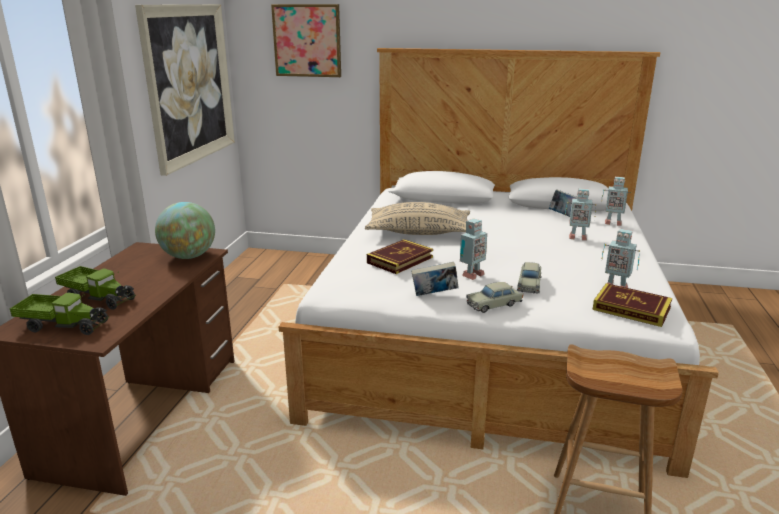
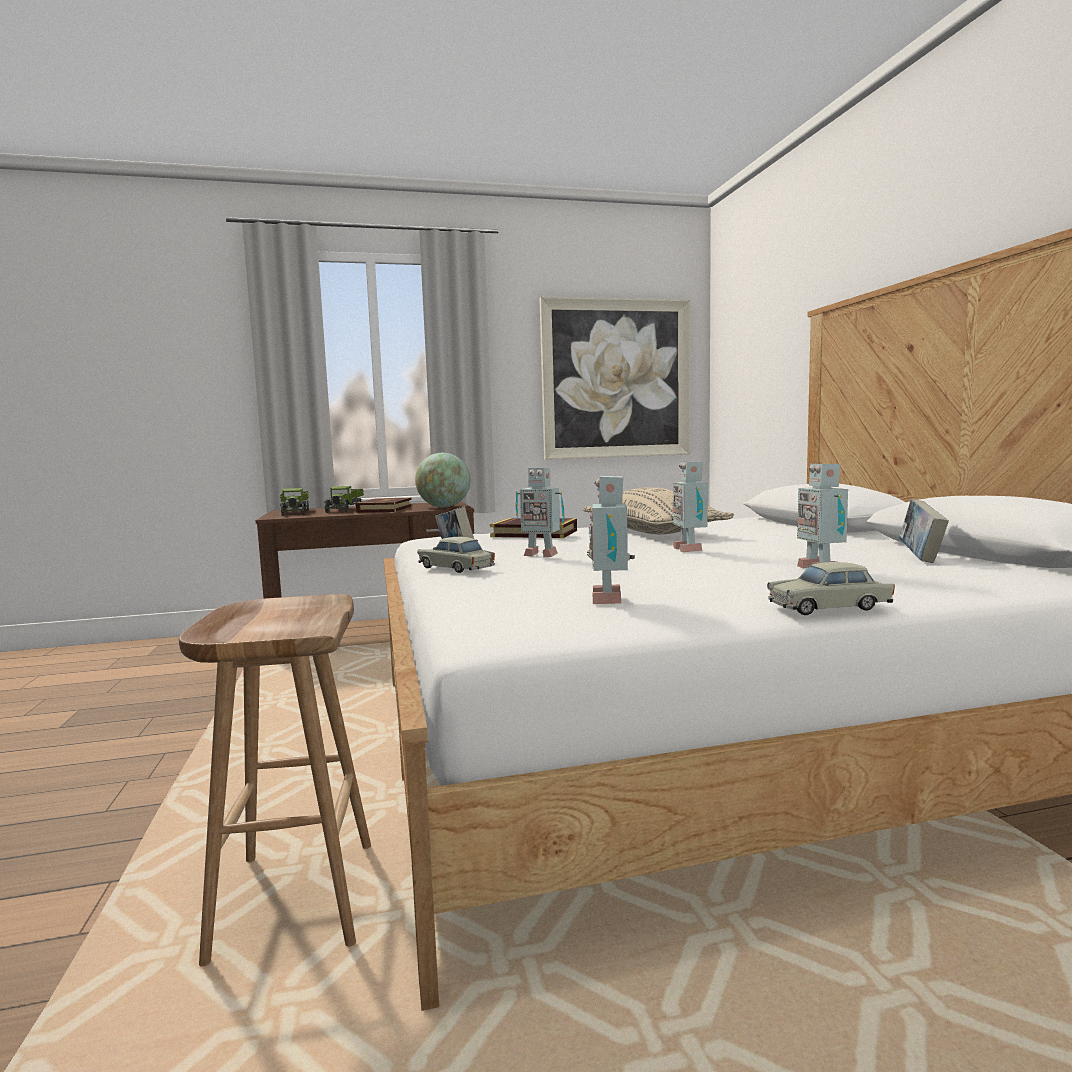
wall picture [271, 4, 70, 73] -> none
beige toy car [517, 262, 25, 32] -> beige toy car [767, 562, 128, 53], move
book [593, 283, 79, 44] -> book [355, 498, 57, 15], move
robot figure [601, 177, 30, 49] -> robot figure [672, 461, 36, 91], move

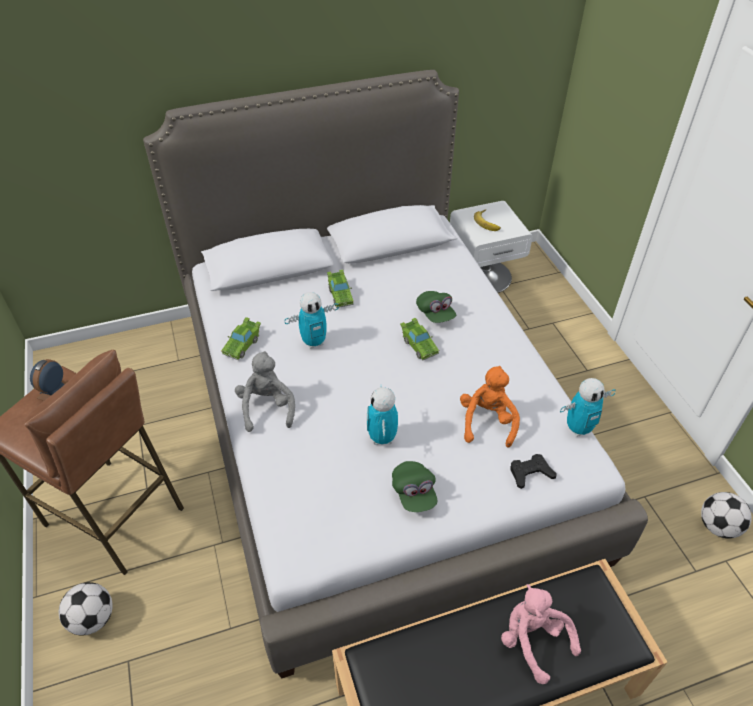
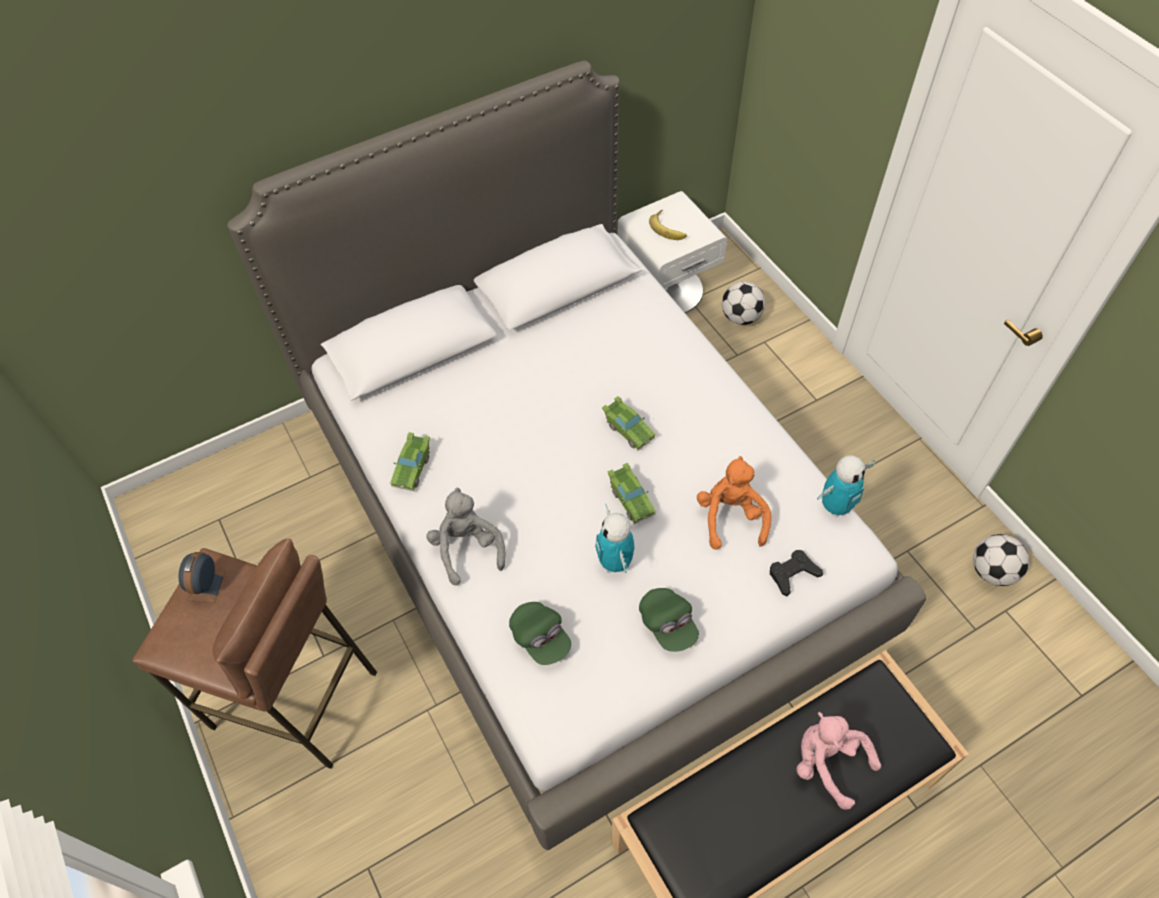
robot figure [285, 292, 54, 57] -> none
football ball [59, 582, 54, 53] -> football ball [722, 281, 43, 44], move
green-coloured toy car [327, 270, 27, 38] -> green-coloured toy car [607, 463, 49, 61], move
green-coloured peaked cap [416, 291, 40, 32] -> green-coloured peaked cap [509, 602, 62, 63], move

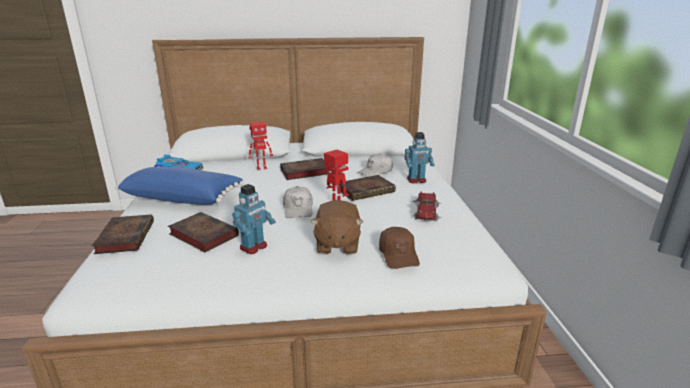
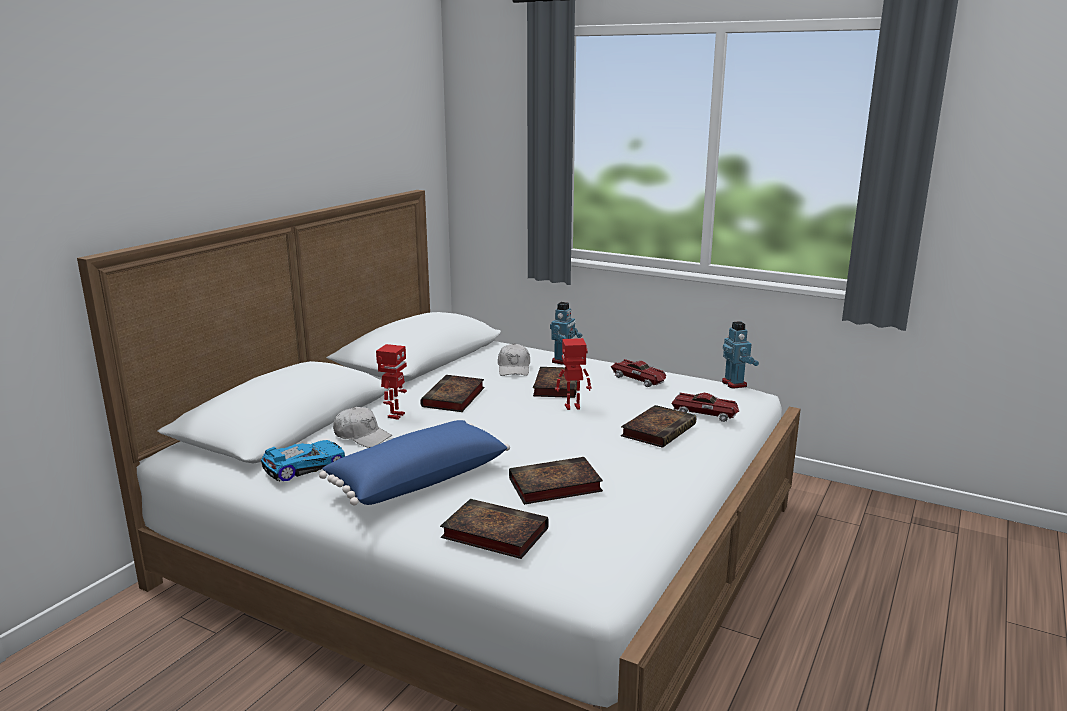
robot figure [232, 184, 43, 70] -> robot figure [722, 321, 37, 68], move
white peaked cap [283, 186, 30, 32] -> white peaked cap [333, 407, 60, 41], move
brown-coloured cuddly toy [310, 200, 53, 55] -> book [621, 405, 75, 43]
brown-coloured peaked cap [379, 227, 41, 42] -> toy car [671, 393, 68, 29]

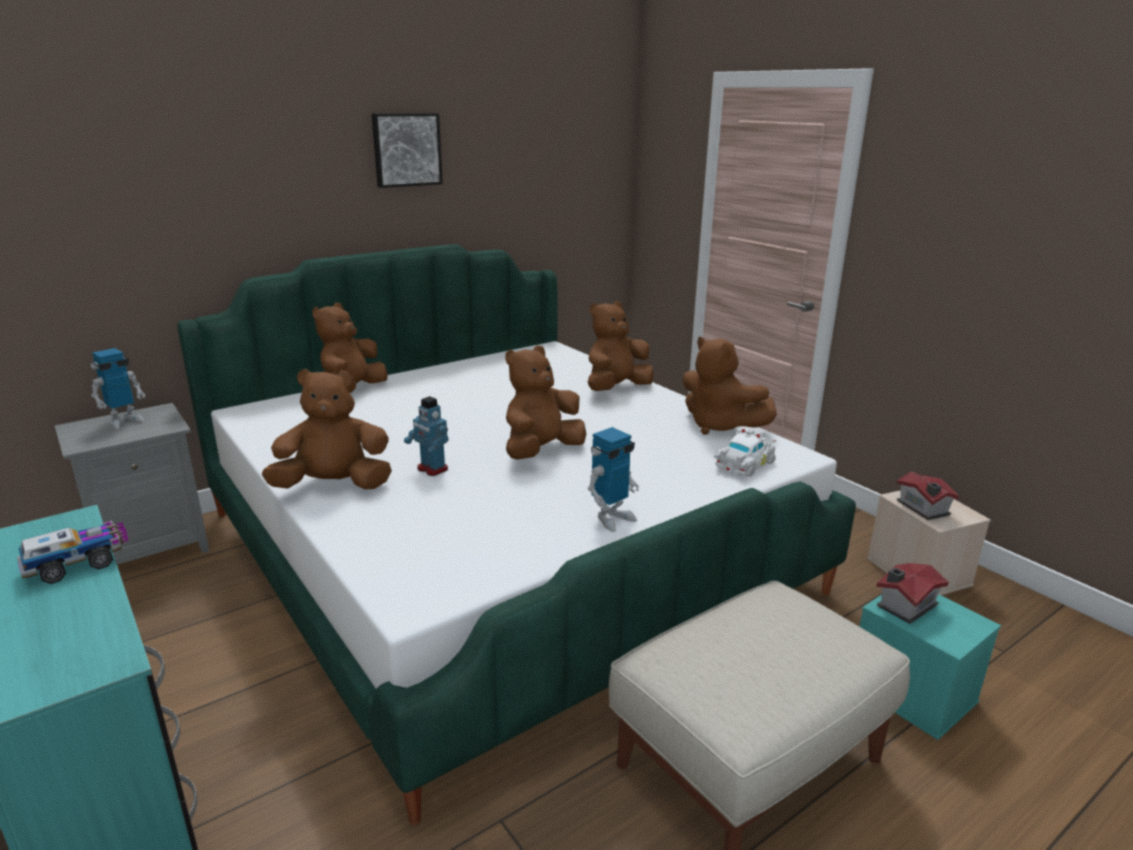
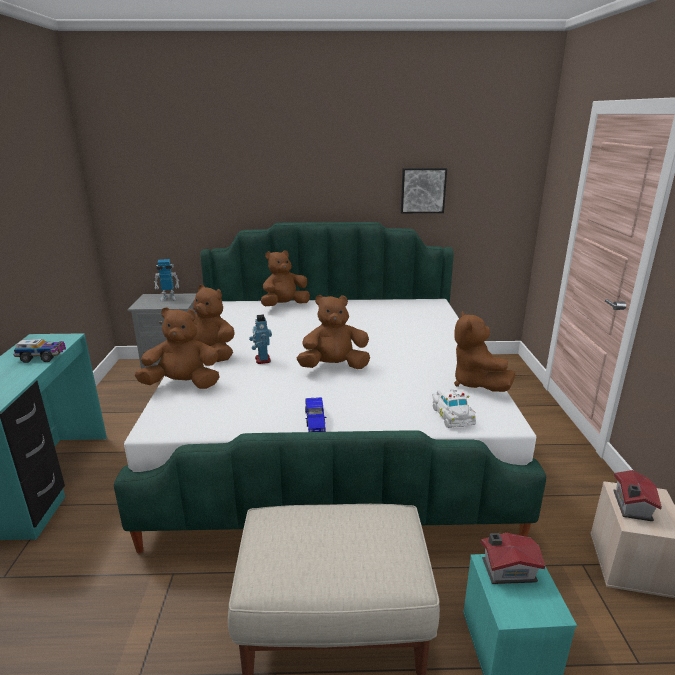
wall picture [372, 113, 71, 75] -> wall picture [401, 168, 46, 45], move
brown-coloured cuddly toy [588, 301, 66, 90] -> brown-coloured cuddly toy [135, 307, 85, 82], move
robot figure [588, 427, 51, 105] -> blue-coloured toy car [305, 397, 21, 35]
white toy car [714, 429, 62, 47] -> white toy car [432, 389, 44, 39], 90 degrees clockwise

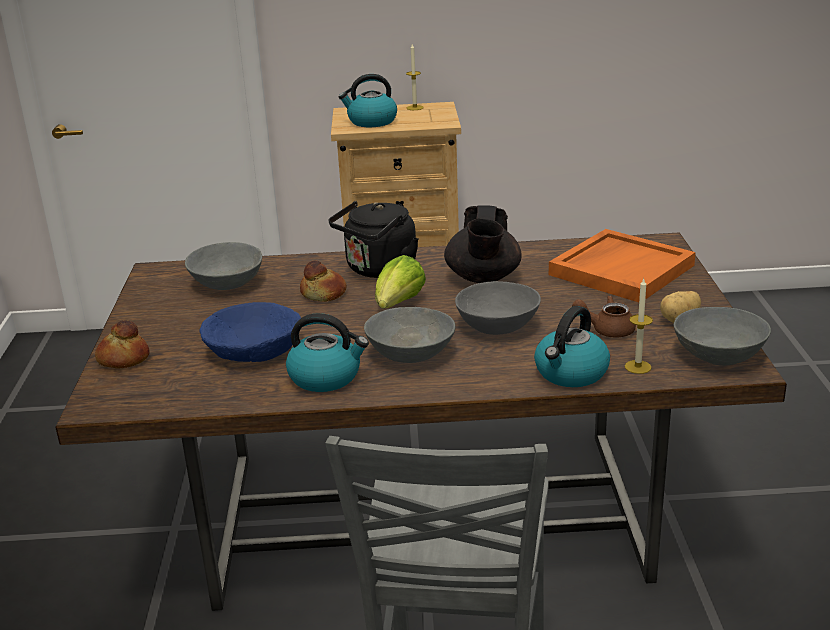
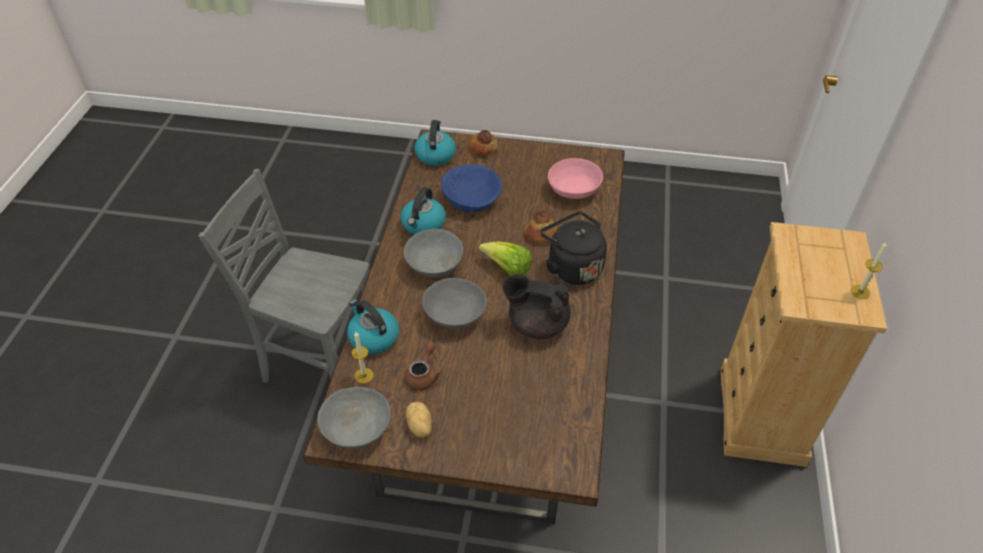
orangey carrying tray [549, 229, 147, 73] -> none
tea kettle [338, 74, 59, 53] -> tea kettle [415, 120, 41, 46], move
grey bowl [185, 242, 77, 48] -> pink bowl [548, 158, 55, 41]

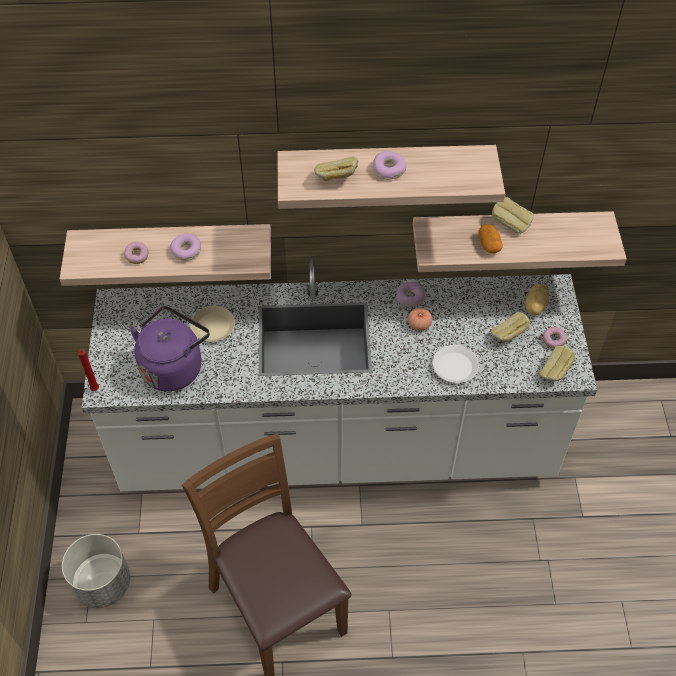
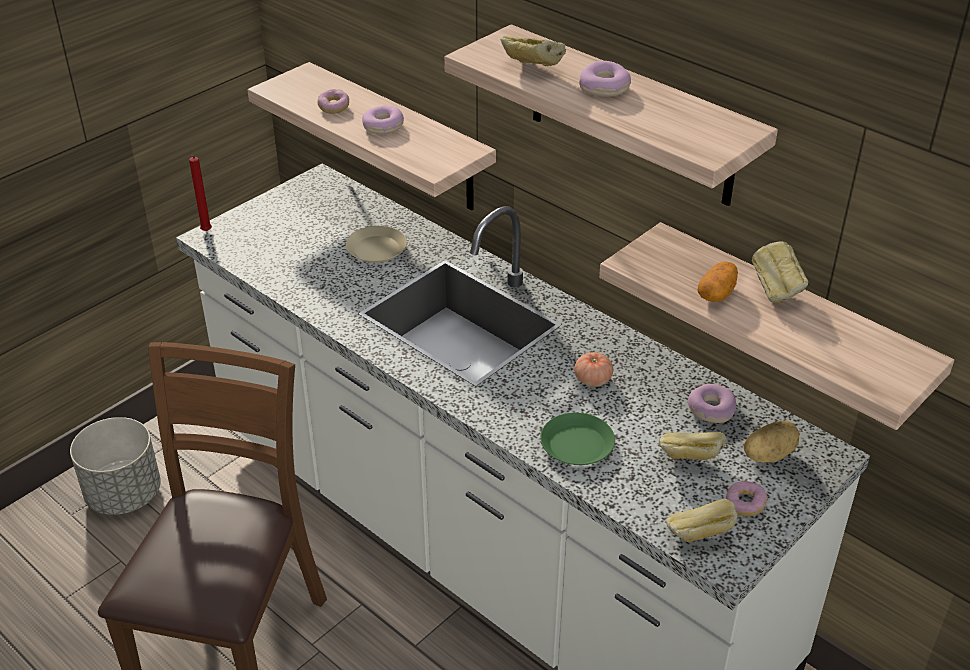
purple tea kettle [129, 306, 81, 85] -> none
donut [397, 281, 29, 26] -> donut [688, 384, 48, 39], move
white plate [433, 345, 46, 38] -> green-coloured plate [540, 413, 75, 52]

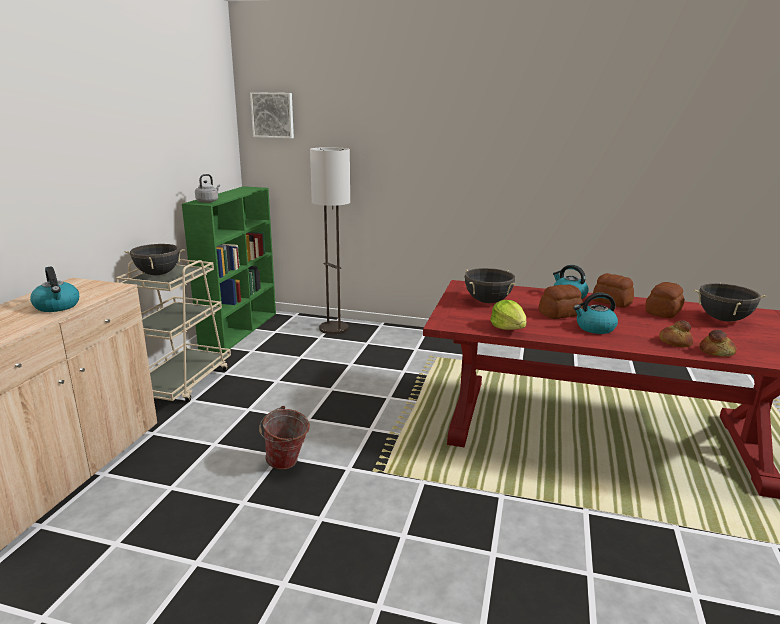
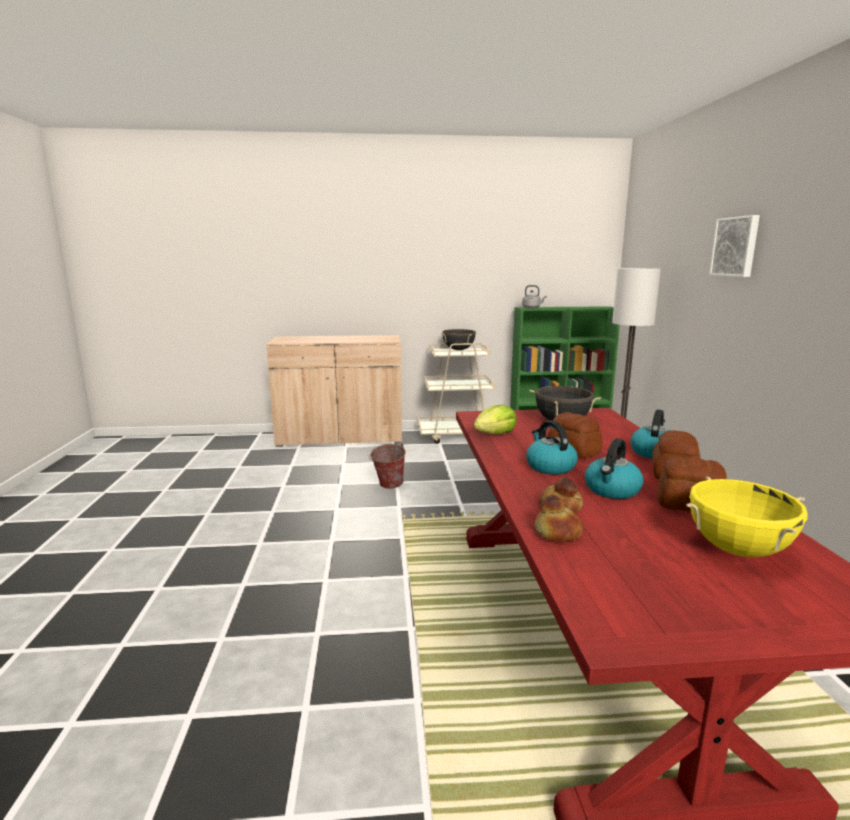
tea kettle [30, 266, 49, 46] -> tea kettle [585, 438, 59, 61], move
wall picture [250, 92, 44, 47] -> wall picture [709, 215, 51, 62], move
blackish saucepot [693, 283, 74, 38] -> yellowish saucepot [686, 477, 122, 80]

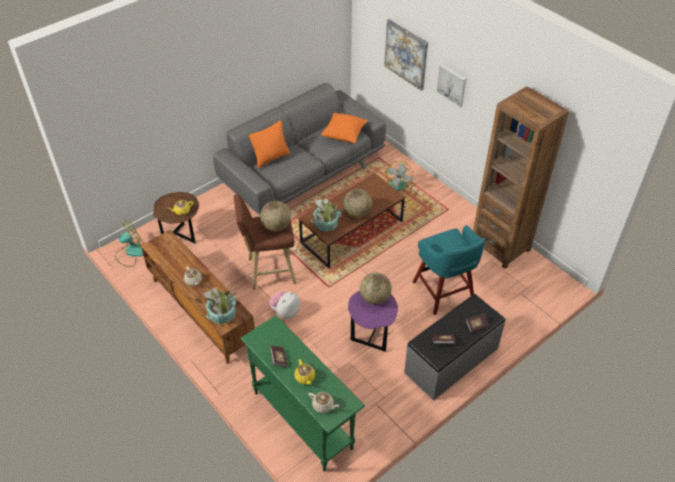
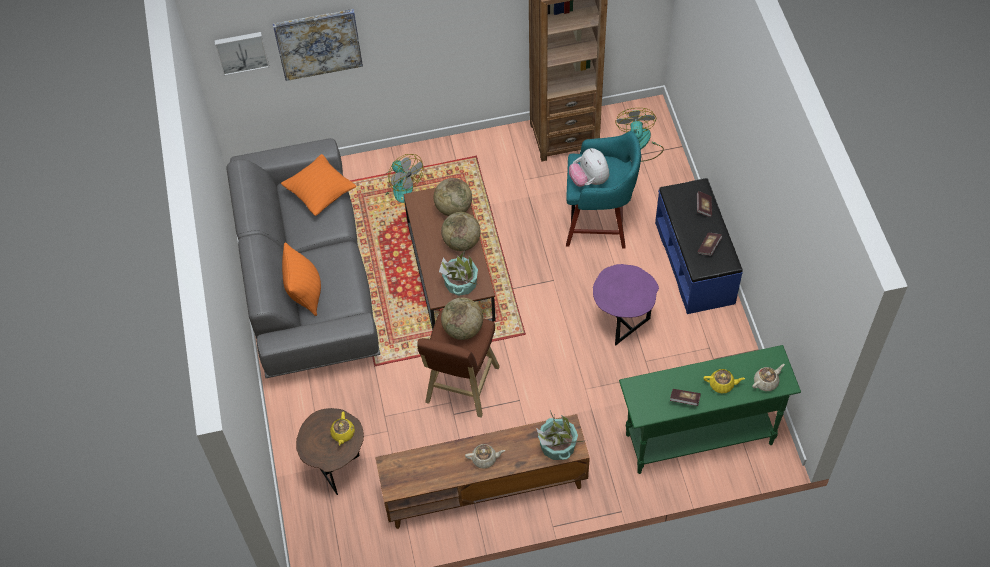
cooling fan [115, 220, 28, 47] -> cooling fan [615, 108, 49, 54], move
cuddly toy [268, 291, 32, 28] -> cuddly toy [569, 148, 40, 39], move
desk globe [360, 272, 32, 32] -> desk globe [434, 178, 38, 38], move
wall picture [436, 64, 30, 44] -> wall picture [214, 32, 55, 44], move
grey indoor bench [404, 294, 102, 106] -> blue-coloured indoor bench [655, 178, 88, 136]

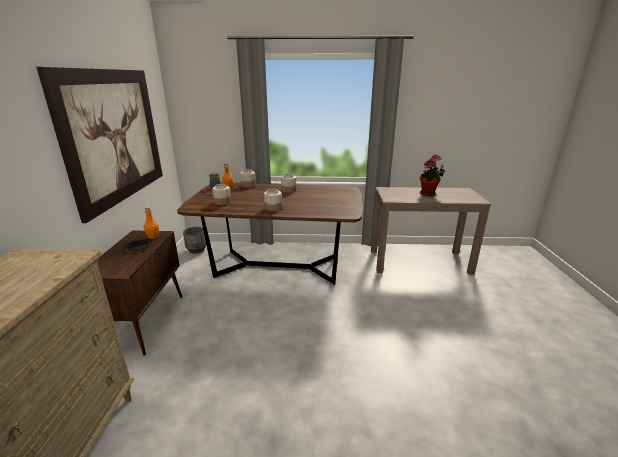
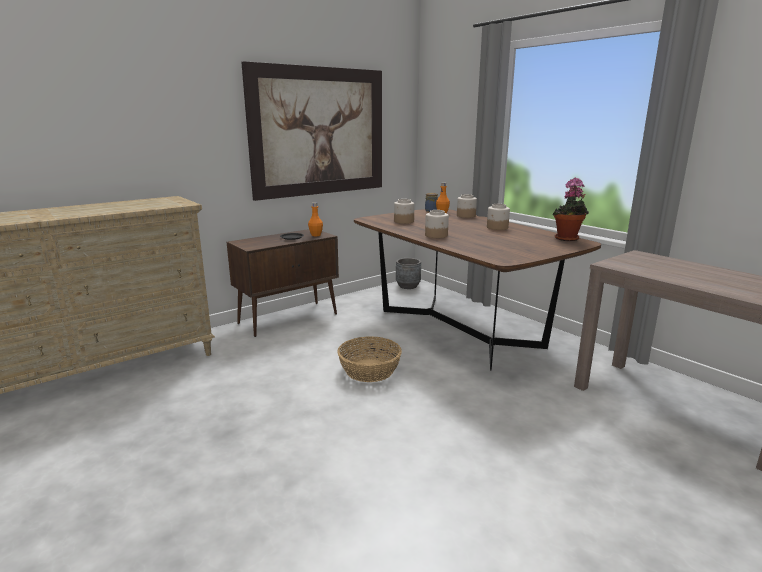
none -> household basket [337, 336, 65, 46]
plant in a pot [420, 154, 25, 42] -> plant in a pot [552, 177, 37, 64], move

